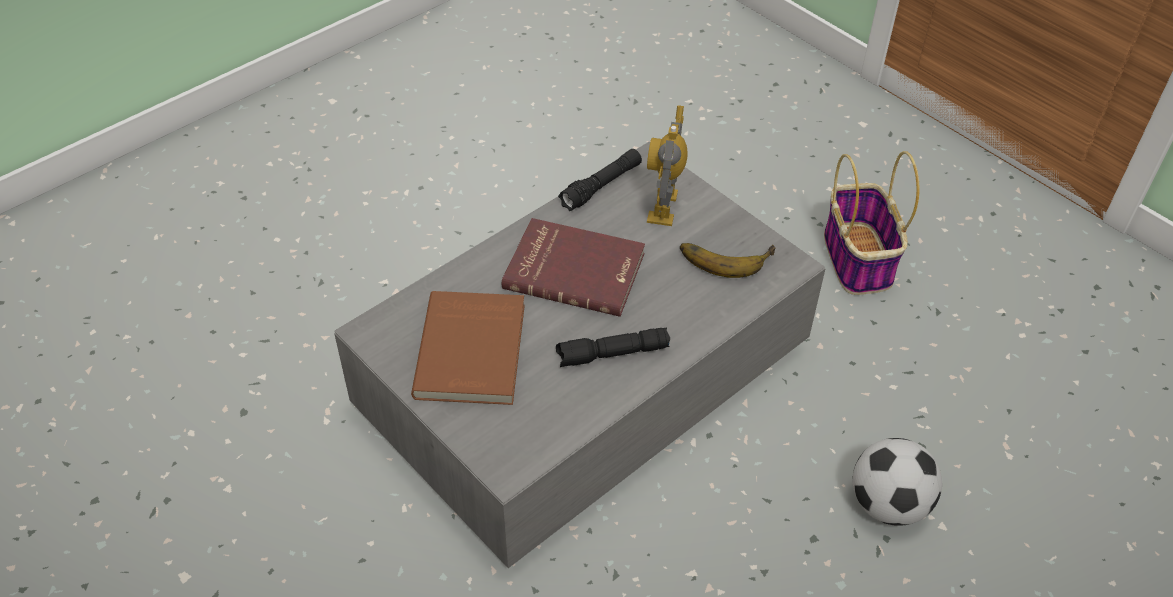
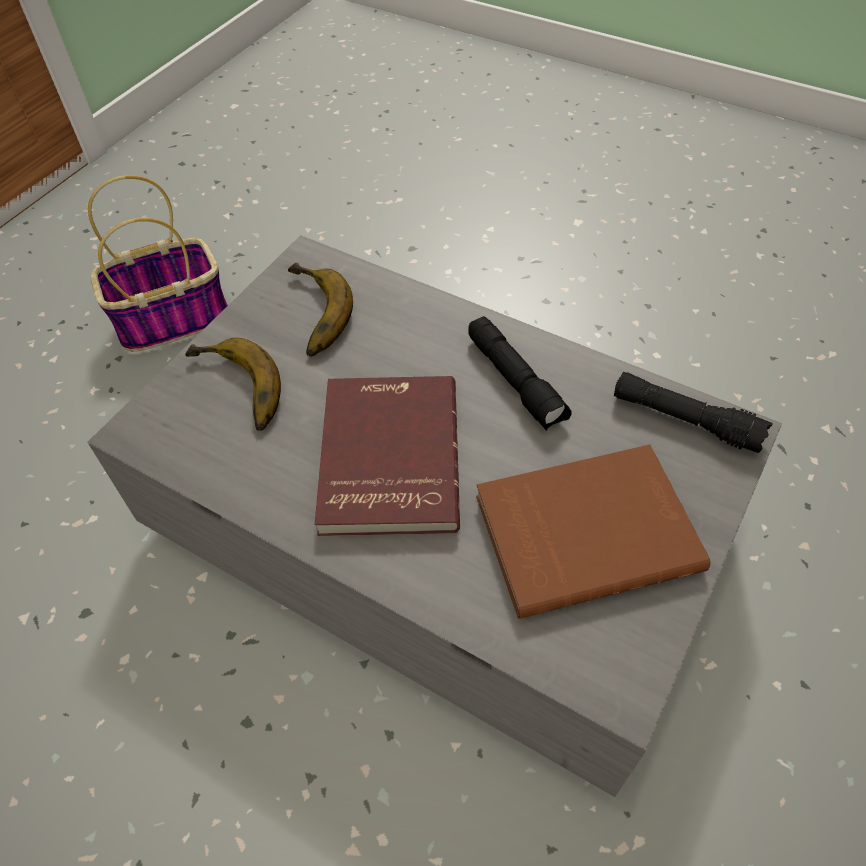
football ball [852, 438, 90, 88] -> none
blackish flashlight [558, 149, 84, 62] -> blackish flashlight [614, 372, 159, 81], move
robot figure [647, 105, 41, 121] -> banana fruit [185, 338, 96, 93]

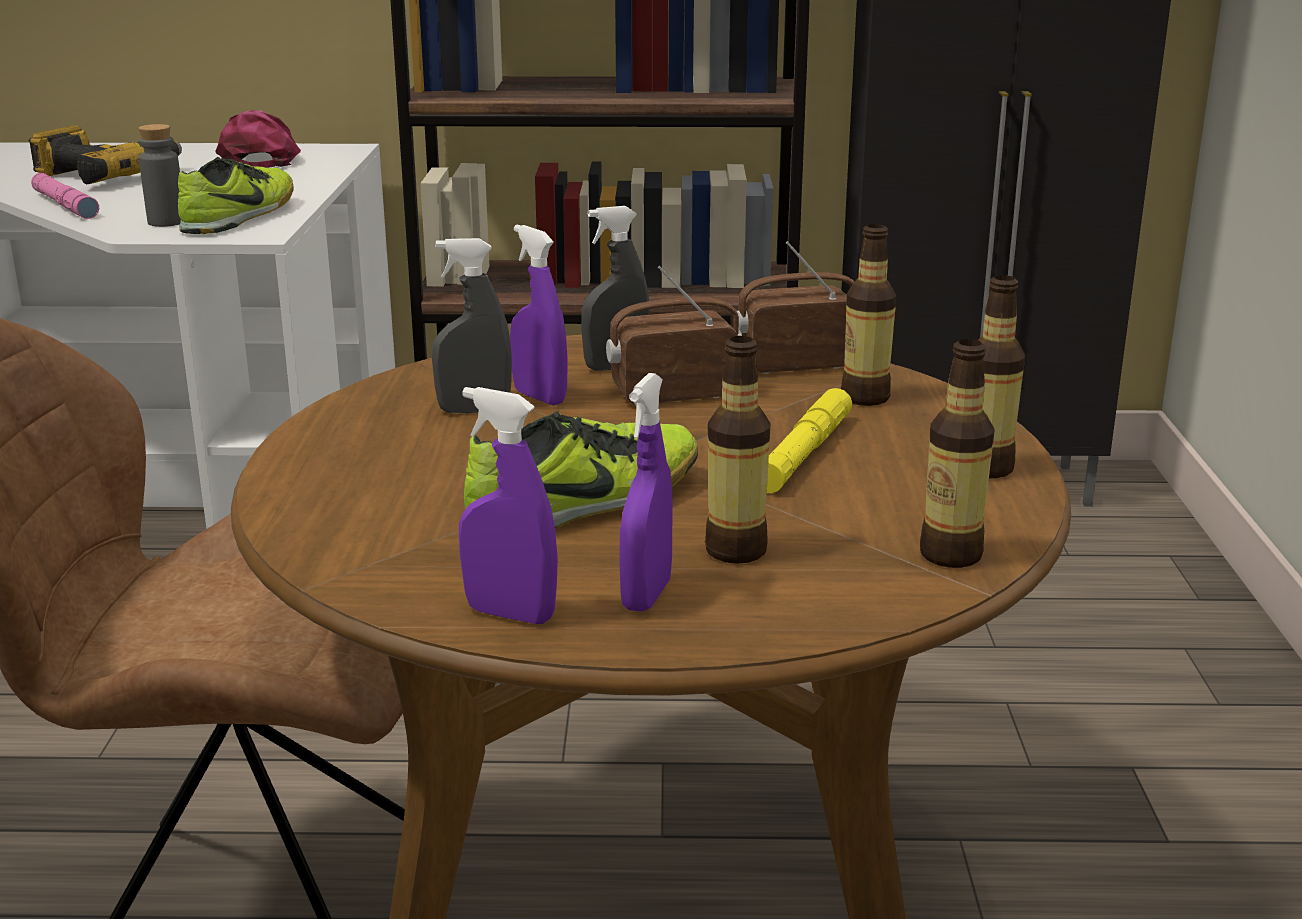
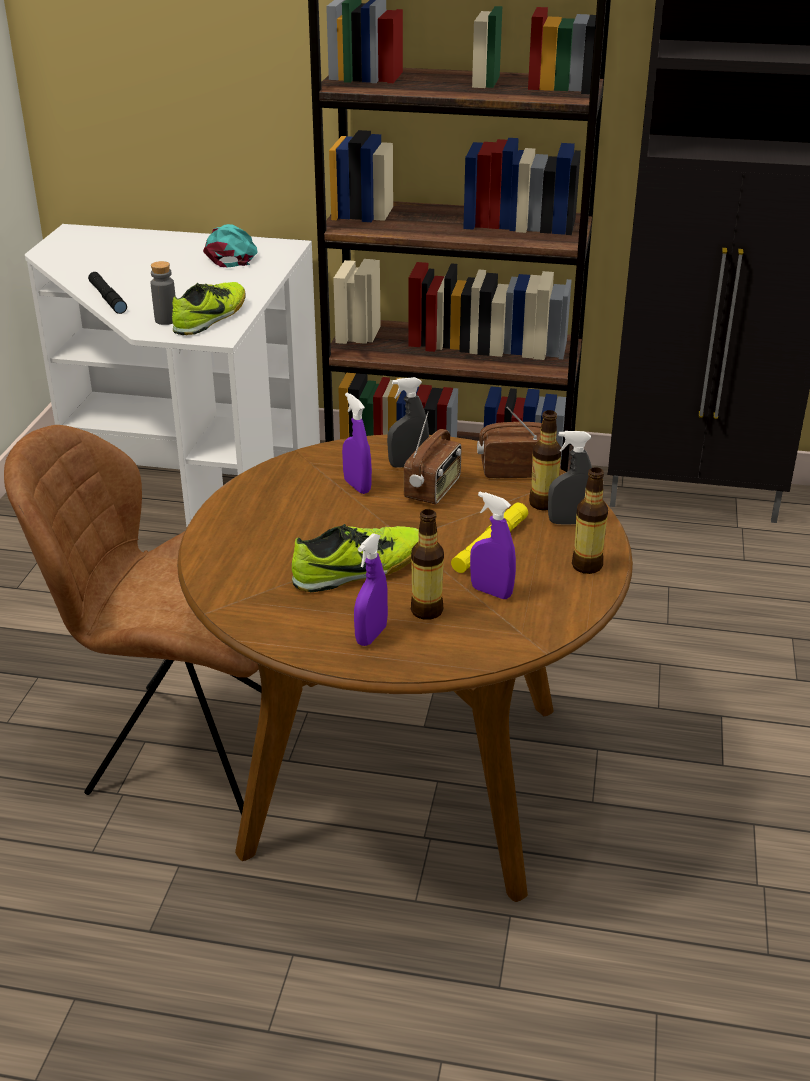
electric drill [29, 126, 153, 58] -> none
bottle [920, 339, 75, 229] -> none
grey sprayer [432, 238, 80, 175] -> grey sprayer [548, 431, 44, 93], move
purple sprayer [459, 387, 99, 237] -> purple sprayer [470, 492, 46, 107], move
pink flashlight [31, 173, 68, 46] -> blackish flashlight [88, 272, 39, 42]
pink peaked cap [215, 110, 86, 58] -> turquoise-coloured peaked cap [203, 224, 55, 44]
radio set [606, 266, 136, 138] -> radio set [404, 411, 57, 93], 120 degrees clockwise

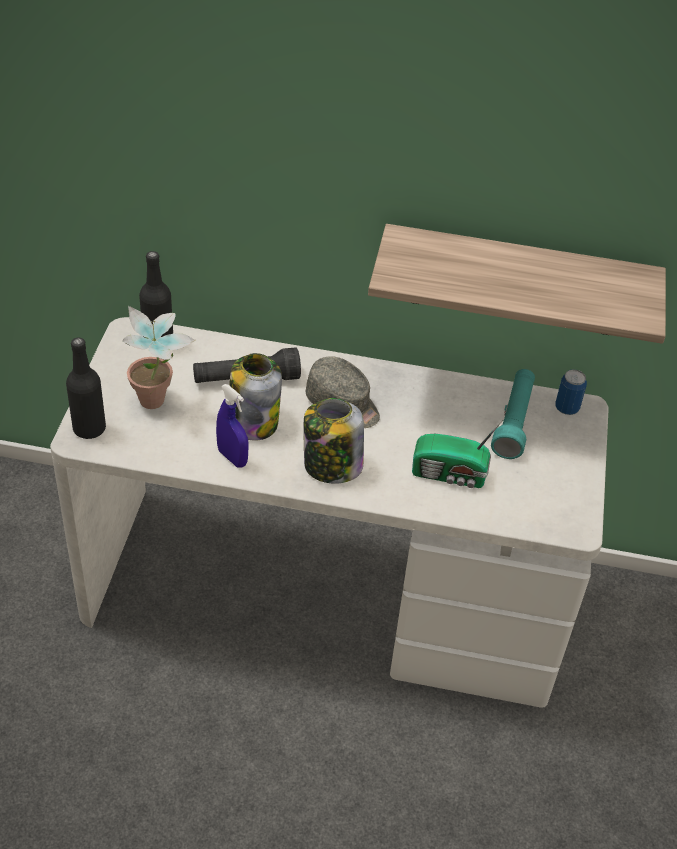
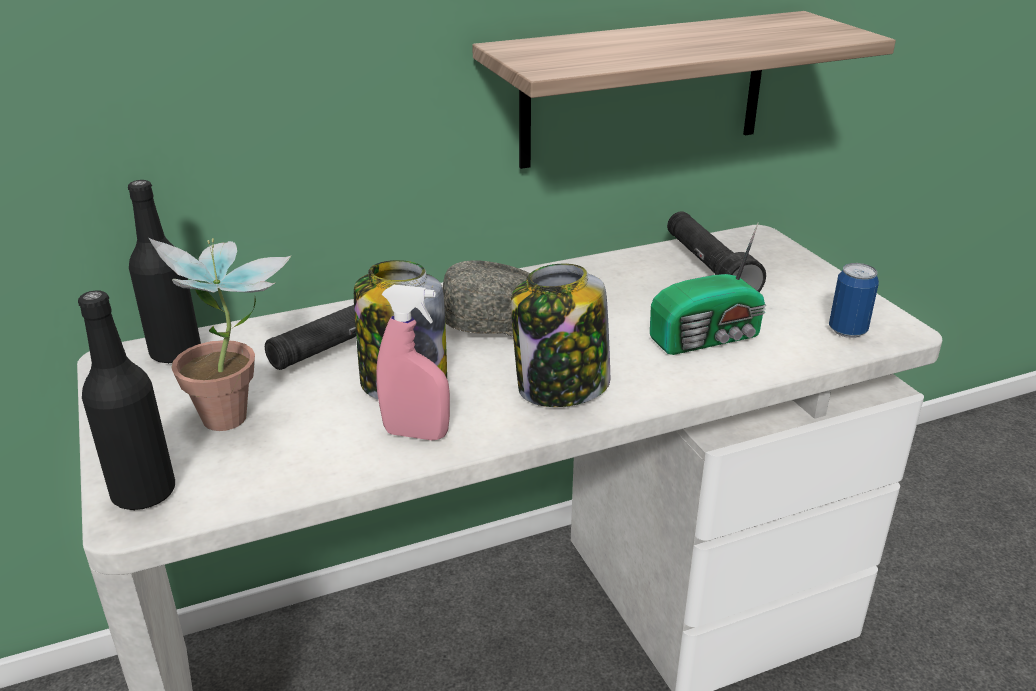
sealed can [555, 369, 32, 46] -> sealed can [829, 263, 50, 75], move
blue-coloured sprayer [216, 384, 33, 84] -> pink sprayer [376, 285, 74, 155]
turquoise-coloured flashlight [491, 369, 44, 90] -> blackish flashlight [667, 211, 99, 81]

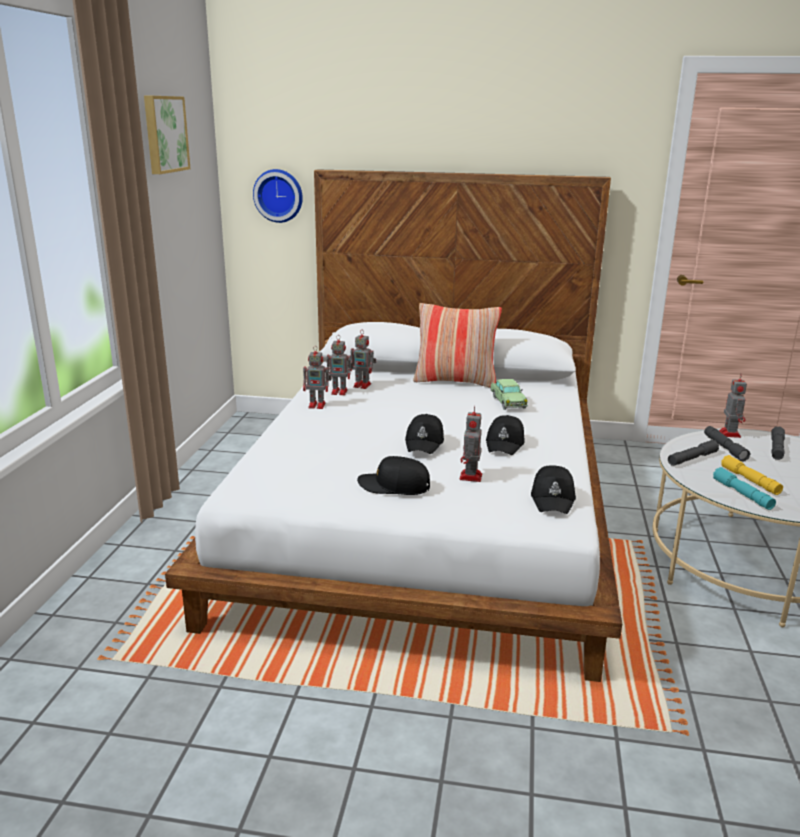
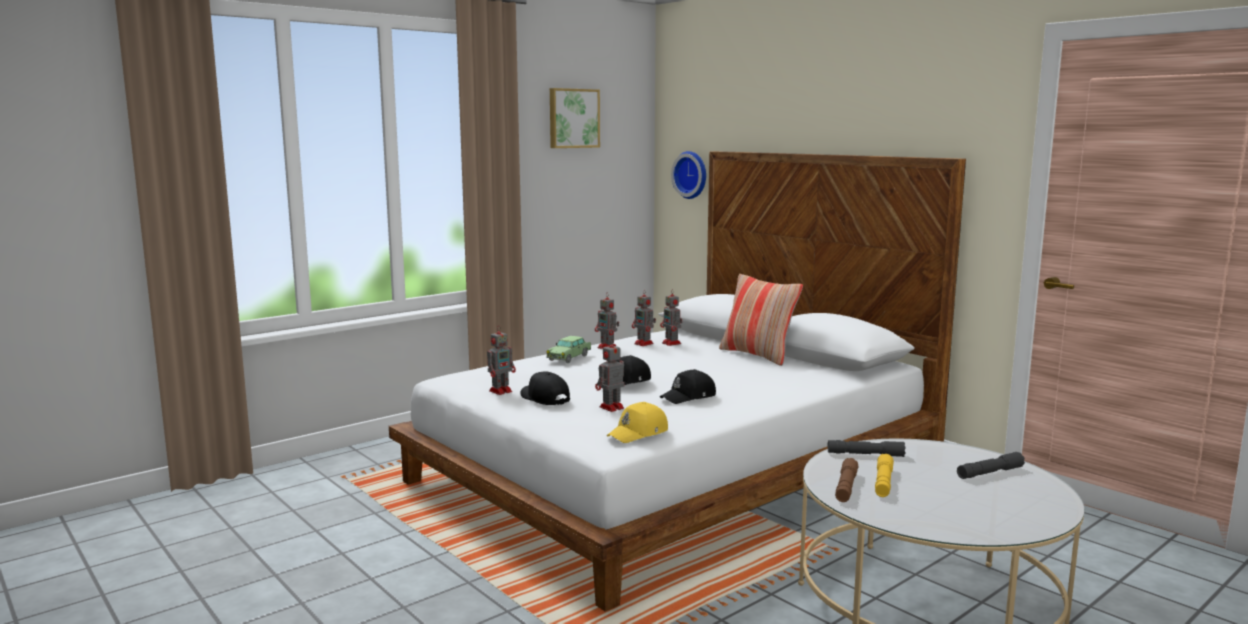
grey flashlight [704, 426, 46, 36] -> none
toy car [491, 379, 37, 31] -> toy car [546, 336, 45, 27], move
robot figure [719, 374, 28, 64] -> robot figure [487, 326, 29, 69], move
blackish peaked cap [531, 465, 45, 49] -> yellowish peaked cap [607, 402, 61, 41]
turquoise-coloured flashlight [713, 467, 63, 43] -> brown-coloured flashlight [835, 458, 24, 44]

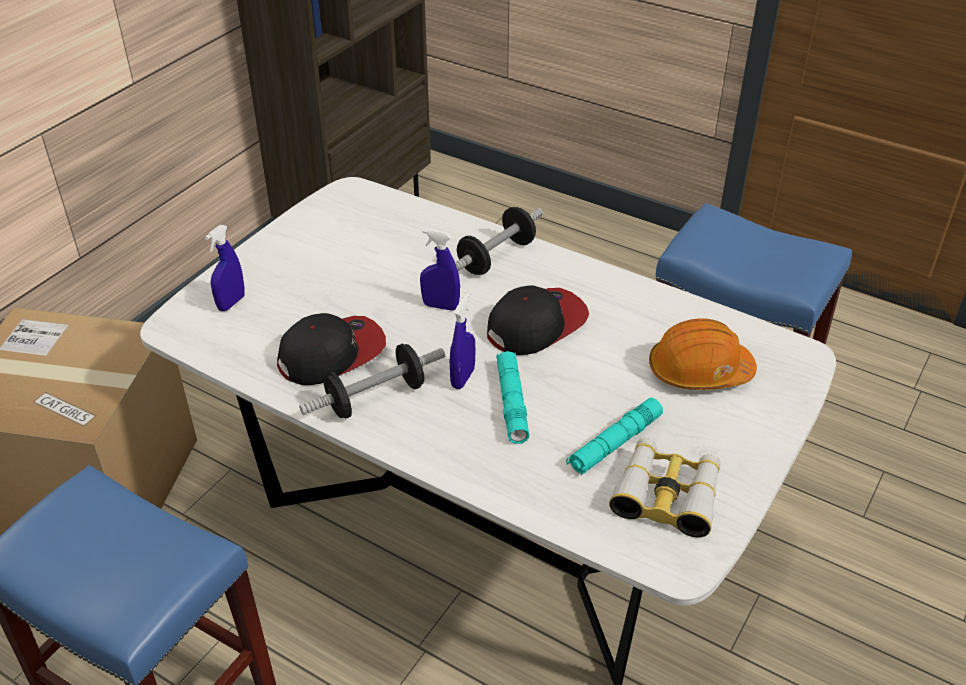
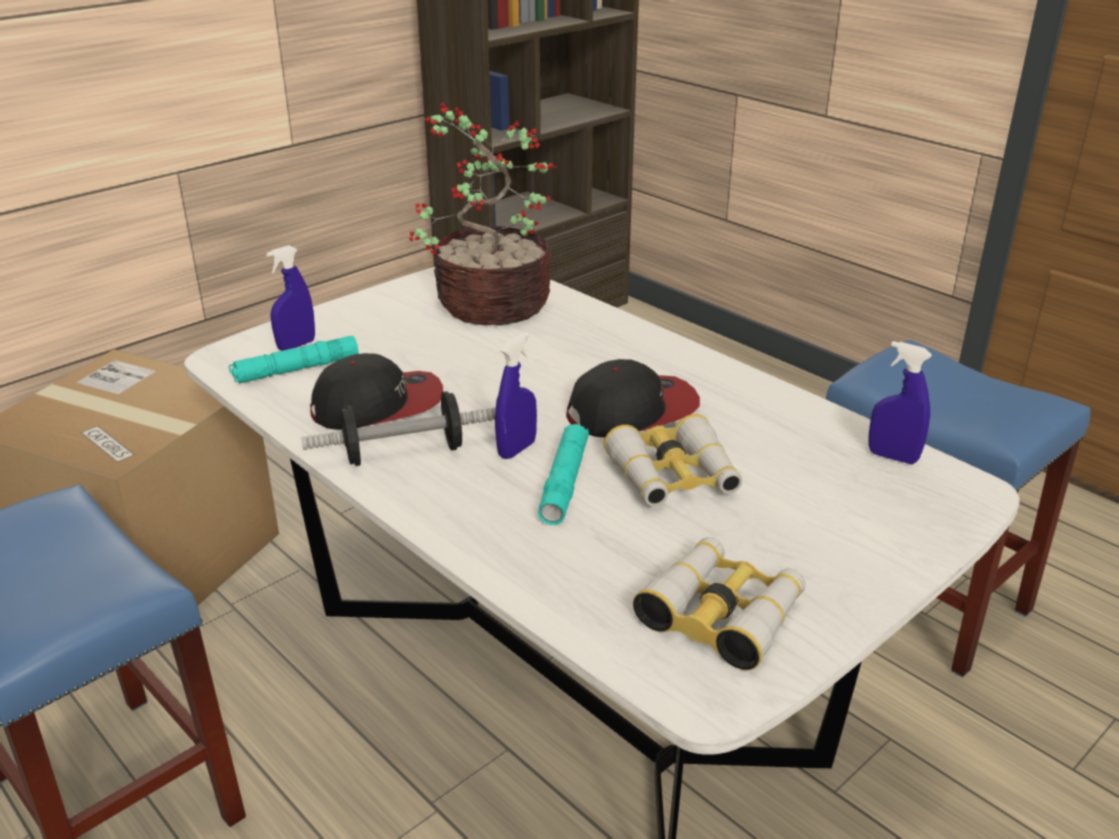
dumbbell [455, 207, 88, 68] -> none
orangey safety helmet [649, 318, 108, 72] -> none
none -> plant in a pot [409, 102, 147, 223]
none -> pair of binoculars [603, 414, 139, 93]
blue-coloured sprayer [420, 229, 40, 82] -> blue-coloured sprayer [868, 341, 64, 123], move
turquoise-coloured flashlight [566, 398, 97, 77] -> turquoise-coloured flashlight [229, 336, 130, 48], move

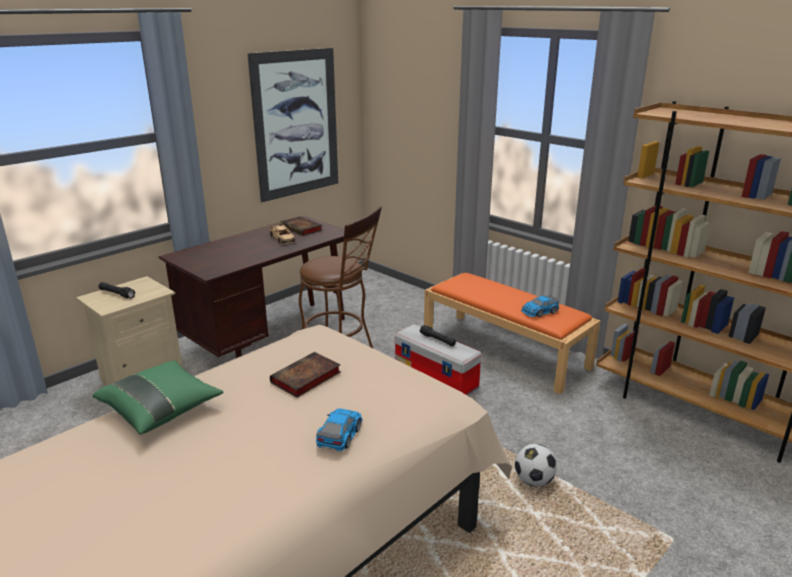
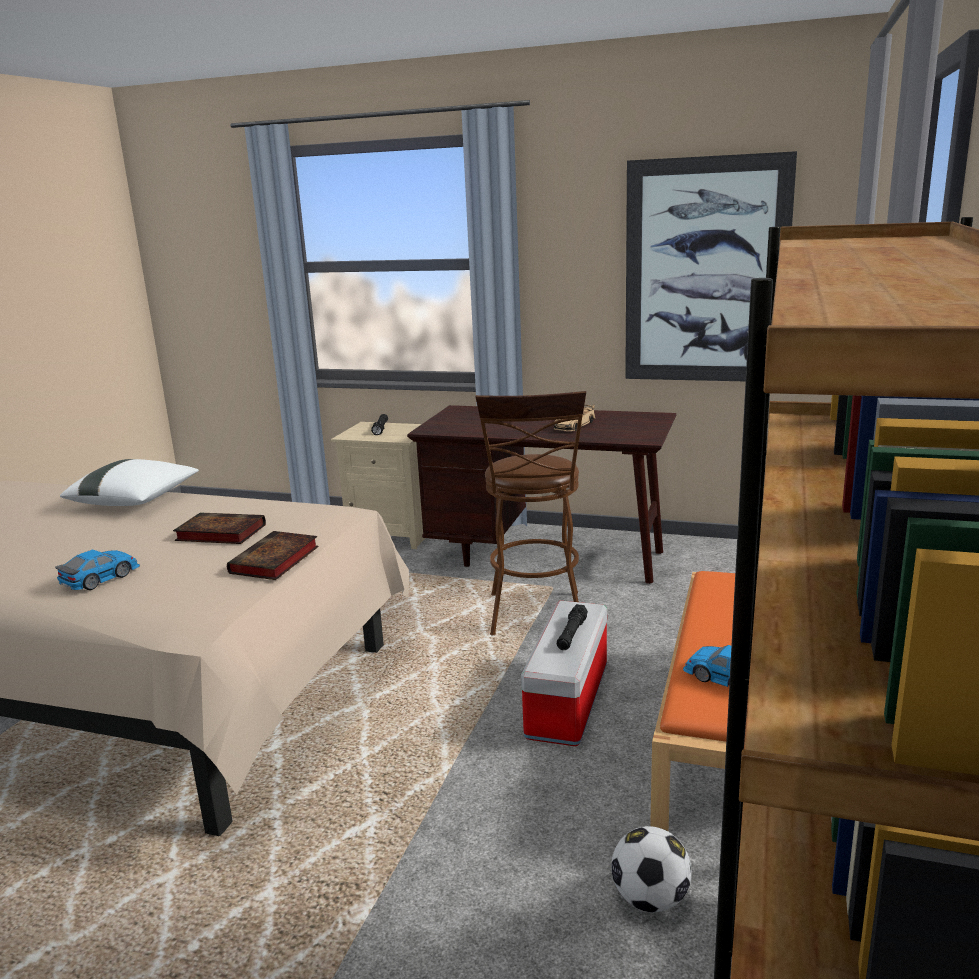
book [280, 216, 42, 20] -> book [227, 531, 92, 49], move
football ball [515, 443, 42, 44] -> football ball [611, 826, 81, 87], move
green-coloured throw pillow [93, 360, 130, 75] -> white throw pillow [60, 459, 139, 47]
toy car [316, 408, 46, 43] -> toy car [55, 550, 85, 40], 45 degrees counterclockwise

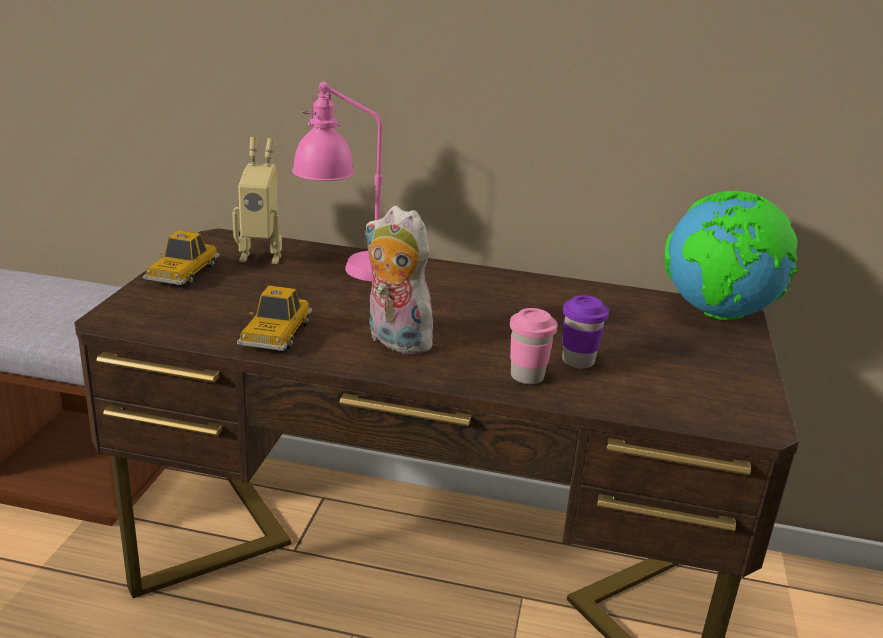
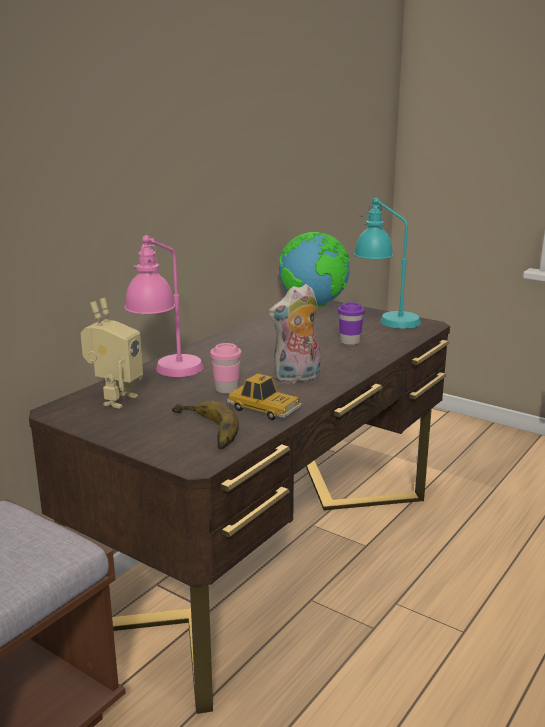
toy car [143, 230, 77, 55] -> none
none -> banana fruit [172, 401, 67, 48]
none -> turquoise-coloured lamp for a table [354, 198, 67, 131]
pink small cup [510, 308, 48, 76] -> pink small cup [210, 343, 32, 51], move

